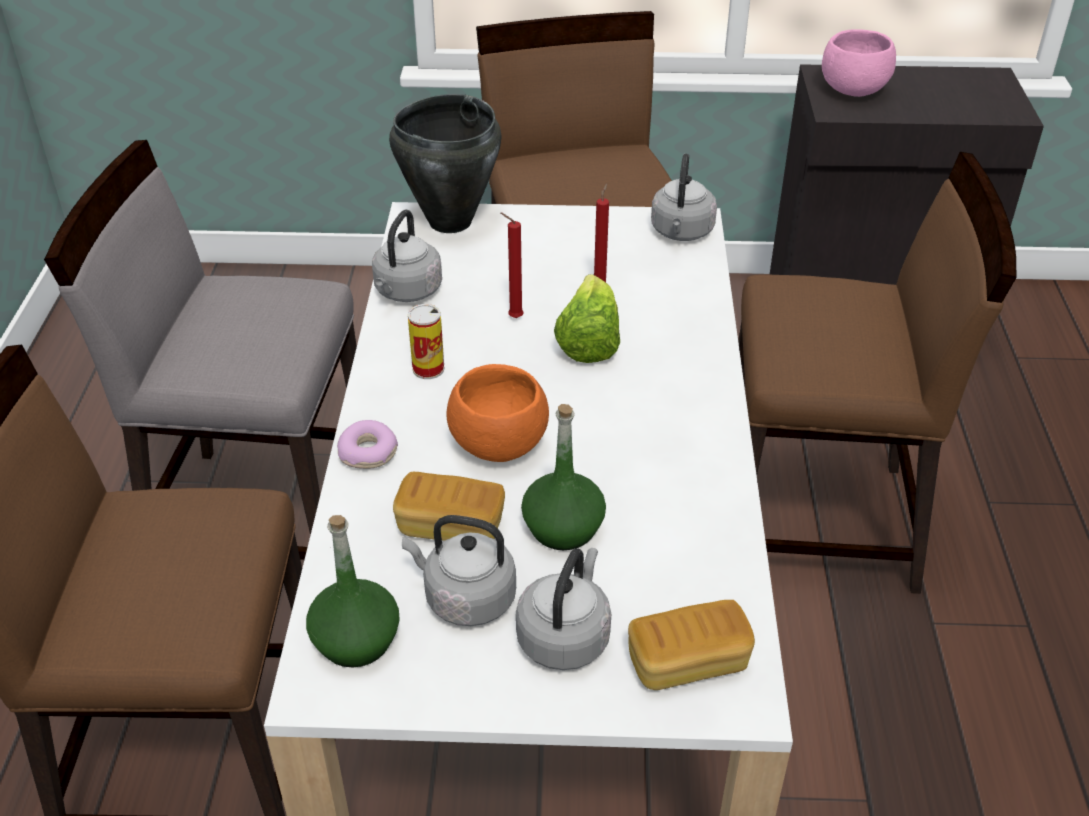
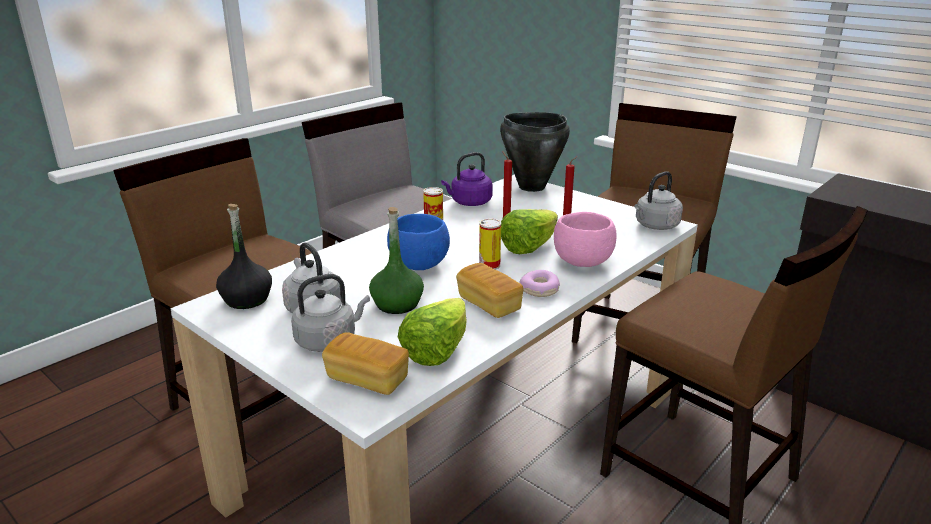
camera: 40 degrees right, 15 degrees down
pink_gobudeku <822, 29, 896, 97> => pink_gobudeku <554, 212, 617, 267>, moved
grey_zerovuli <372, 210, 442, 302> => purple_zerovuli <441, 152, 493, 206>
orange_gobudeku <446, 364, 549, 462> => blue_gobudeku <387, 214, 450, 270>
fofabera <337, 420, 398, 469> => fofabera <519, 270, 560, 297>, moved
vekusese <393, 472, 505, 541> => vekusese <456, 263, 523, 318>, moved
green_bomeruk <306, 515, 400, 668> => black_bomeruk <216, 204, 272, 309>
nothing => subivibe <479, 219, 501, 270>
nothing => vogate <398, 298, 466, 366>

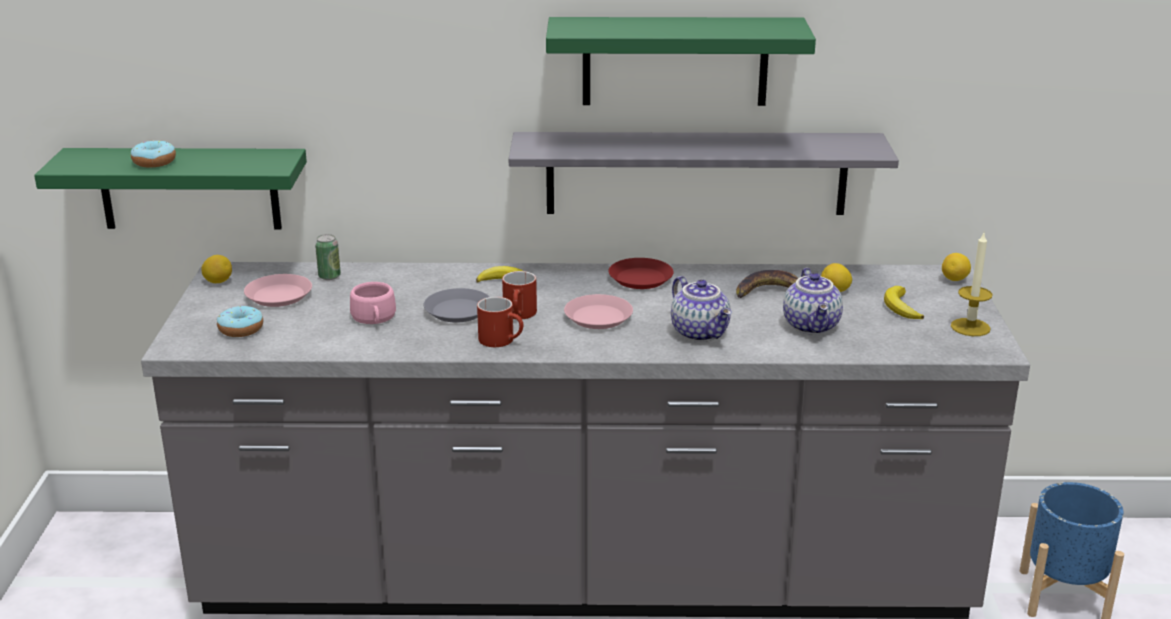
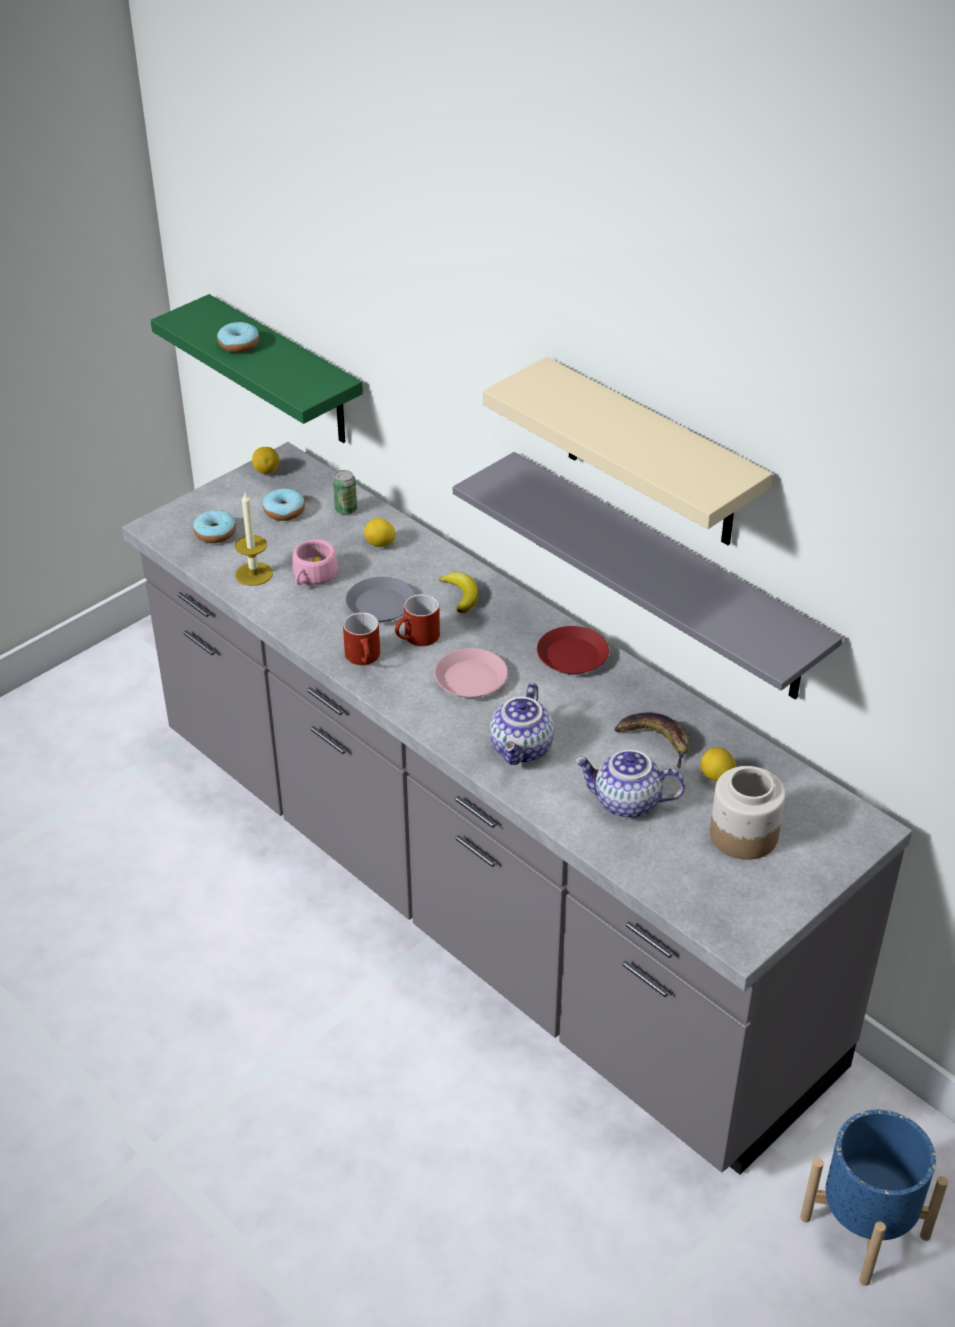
camera: 45 degrees right, 15 degrees up
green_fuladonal <546, 17, 816, 106> => beige_fuladonal <483, 357, 773, 545>
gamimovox <951, 233, 992, 336> => gamimovox <235, 493, 273, 586>, moved
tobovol <942, 253, 971, 281> => tobovol <364, 518, 396, 547>, moved
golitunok <783, 268, 843, 335> => golitunok <574, 750, 685, 818>, 60 degrees clockwise
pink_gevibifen <244, 274, 312, 307> => fofabera <263, 488, 305, 521>
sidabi <884, 286, 924, 319> => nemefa <710, 766, 785, 860>

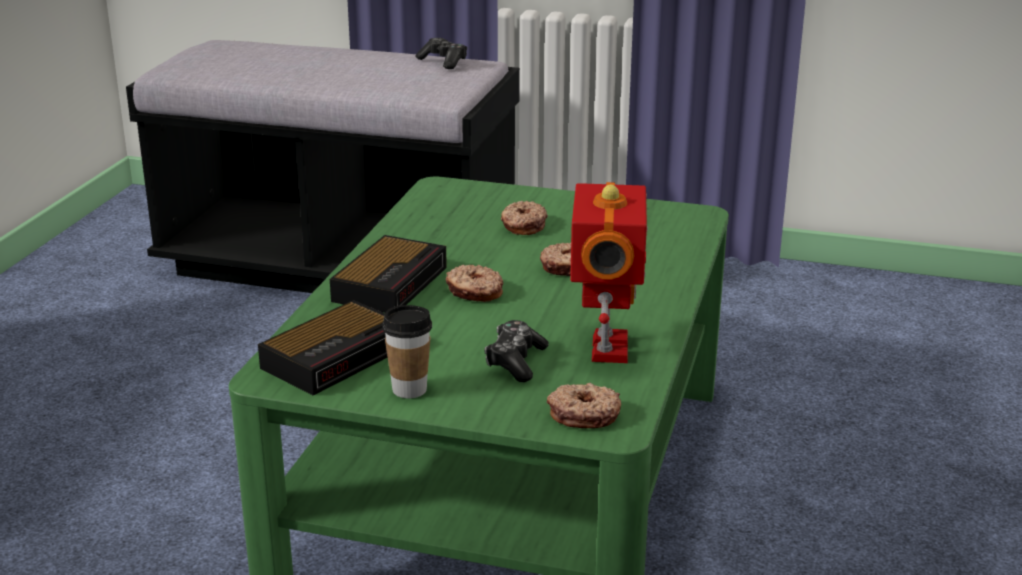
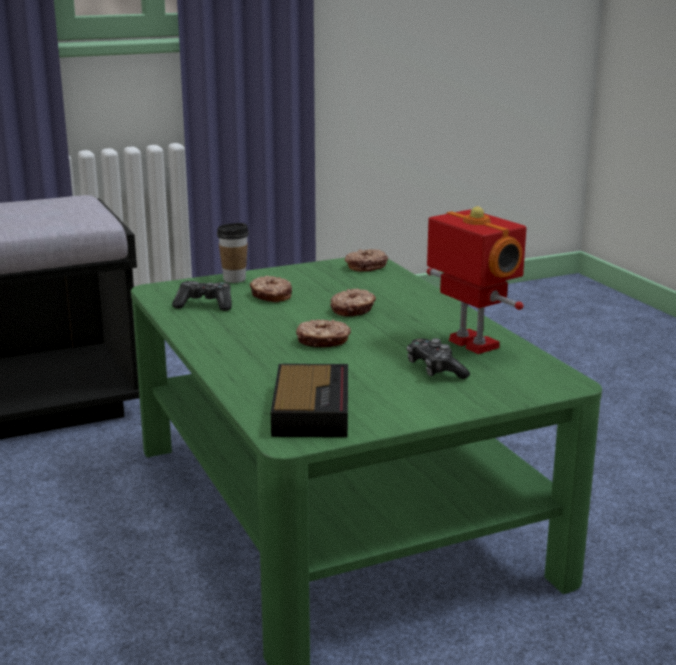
camera: 40 degrees left, 5 degrees down
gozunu <416, 38, 467, 69> => gozunu <172, 281, 232, 311>, moved
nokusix <330, 235, 447, 313> => nothing
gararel <382, 305, 432, 398> => gararel <217, 223, 249, 283>, moved
fofabera <547, 382, 621, 428> => fofabera <345, 249, 388, 272>, moved

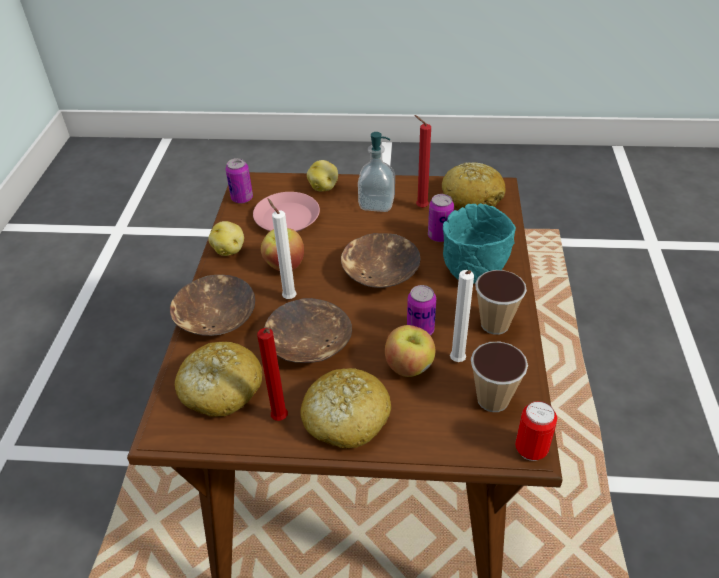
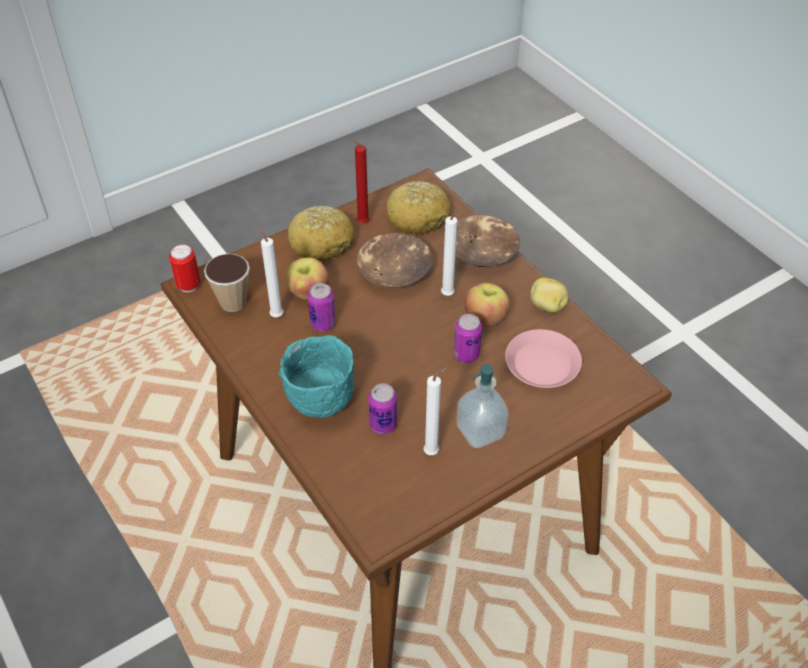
camera: 140 degrees right, 5 degrees up
red_gamimovox <414, 115, 431, 208> => white_gamimovox <424, 367, 448, 455>
subivibe <226, 158, 253, 204> => subivibe <454, 314, 482, 363>, moved
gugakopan <307, 160, 338, 191> => nothing
vekusese <442, 162, 506, 209> => nothing
brown_gobudeku <341, 233, 420, 288> => nothing
gararel <475, 270, 527, 335> => nothing

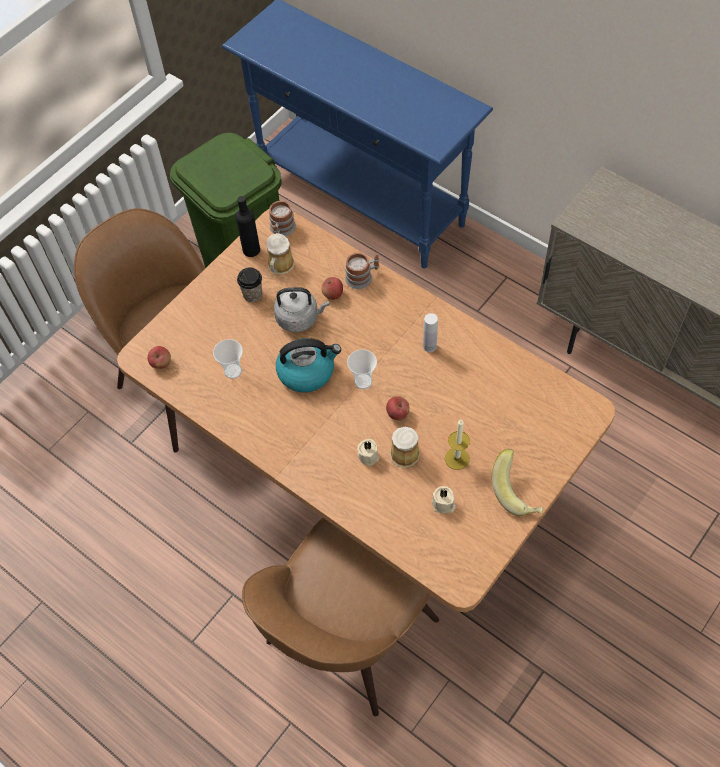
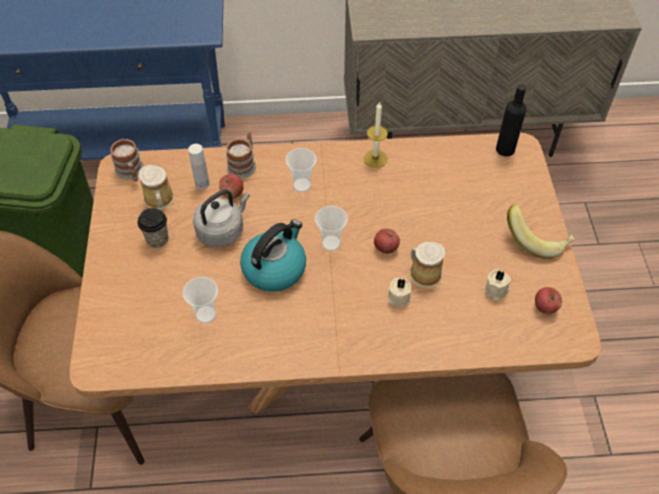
camera: 45 degrees left, 5 degrees down
black_bomeruk <236, 196, 260, 257> => black_bomeruk <496, 84, 526, 156>, moved
white_bomeruk <423, 313, 438, 352> => white_bomeruk <188, 144, 210, 189>, moved
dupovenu <148, 346, 171, 369> => dupovenu <535, 287, 562, 314>, moved
gamimovox <445, 420, 470, 470> => gamimovox <364, 101, 388, 168>, moved
nothing => gararel <285, 148, 316, 192>

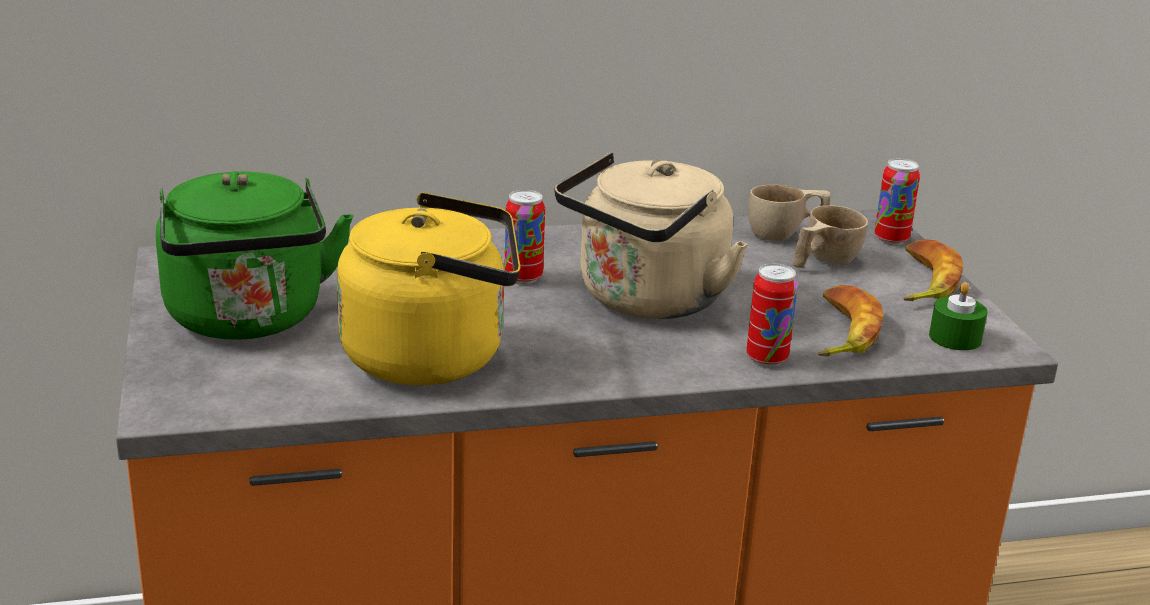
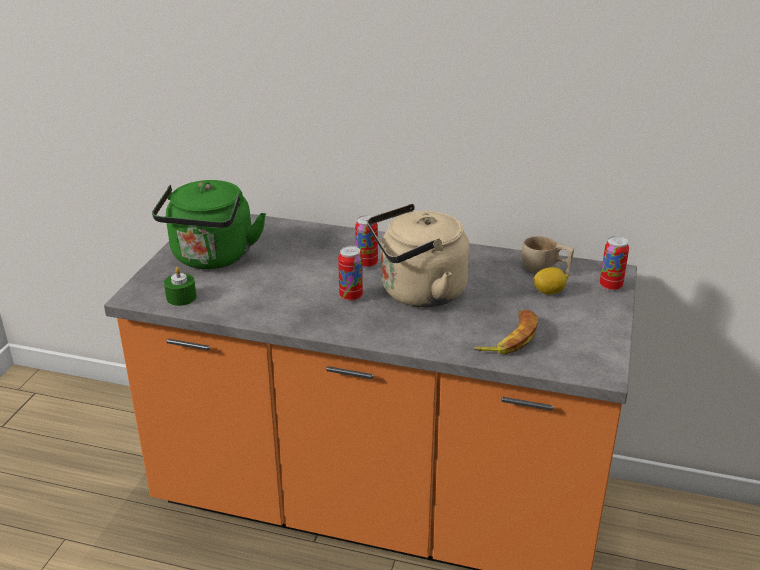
camera: 30 degrees right, 5 degrees up
yellow_zerovuli <337, 192, 520, 385> => nothing
beige_gararel <792, 205, 868, 268> => tobovol <533, 267, 569, 295>
sidabi <903, 239, 963, 301> => nothing
subivibe <746, 263, 798, 367> => subivibe <338, 246, 363, 302>, moved
green_gamimovox <929, 282, 987, 351> => green_gamimovox <164, 267, 196, 306>, moved

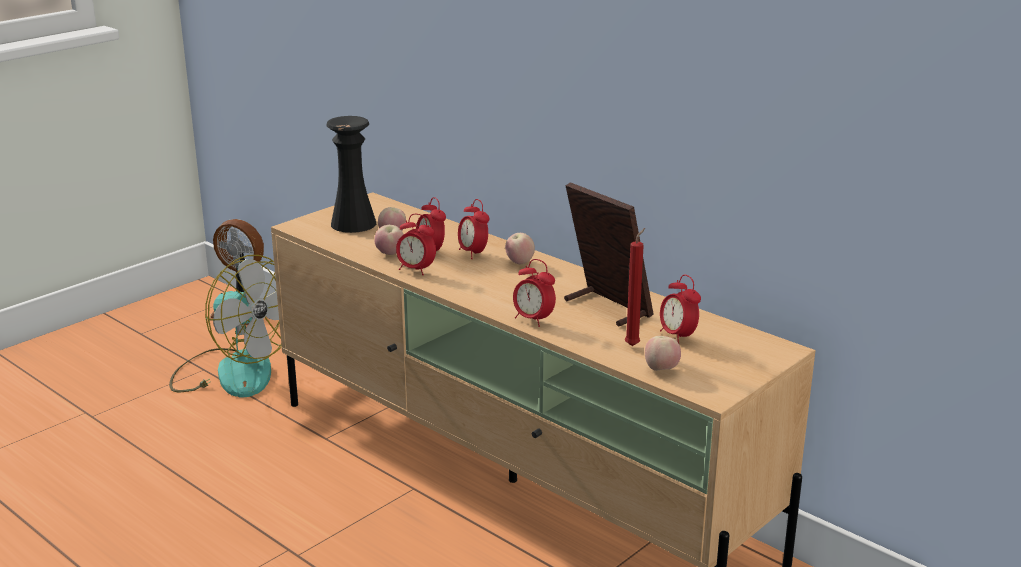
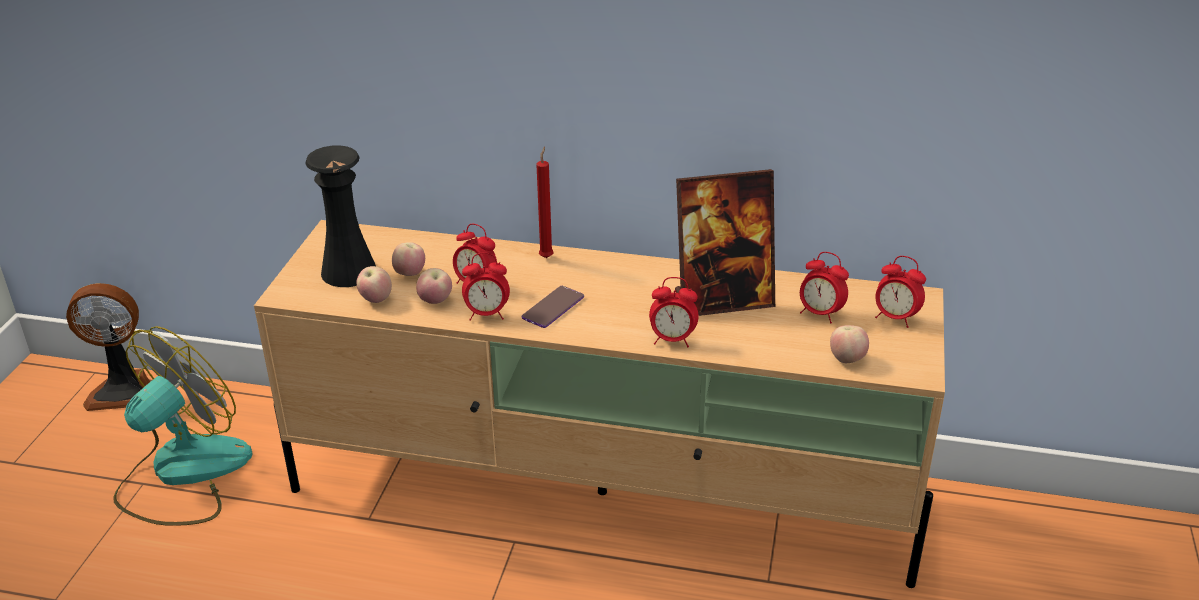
camera: 30 degrees left, 10 degrees up
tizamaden <564, 182, 654, 327> => tizamaden <675, 169, 775, 316>, 150 degrees clockwise
nokusix <458, 199, 490, 259> => nokusix <875, 256, 926, 328>, moved
red_gamimovox <625, 228, 645, 346> => red_gamimovox <537, 146, 553, 258>, moved
dupovenu <505, 233, 535, 264> => dupovenu <357, 266, 392, 303>, moved
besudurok <169, 255, 282, 397> => besudurok <113, 326, 252, 526>, 60 degrees counterclockwise
nothing => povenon <522, 286, 584, 328>

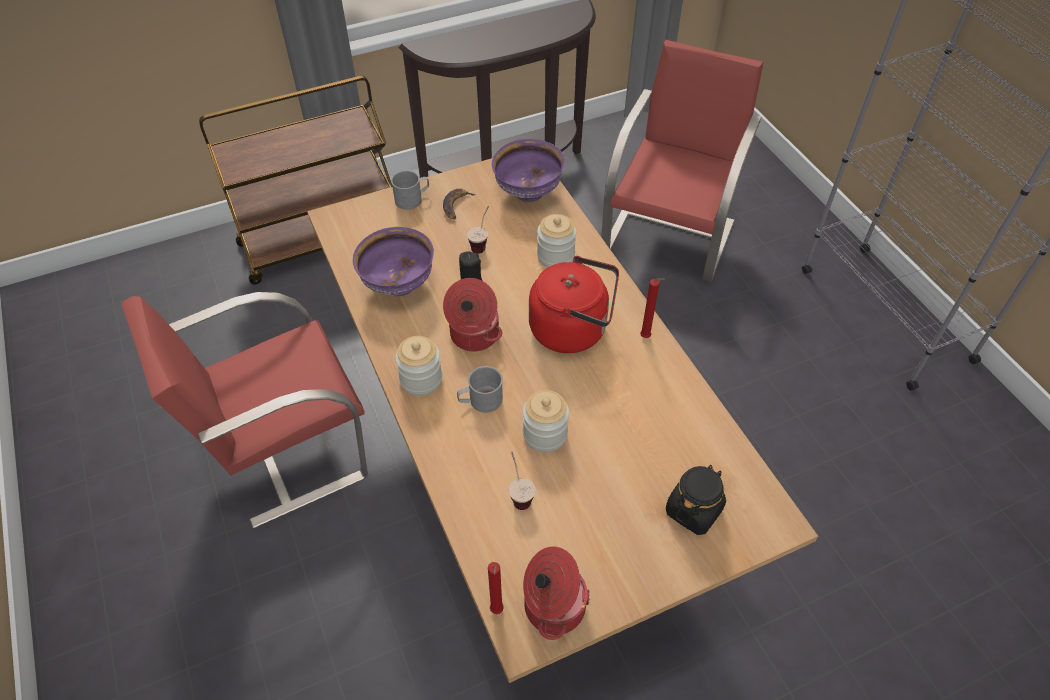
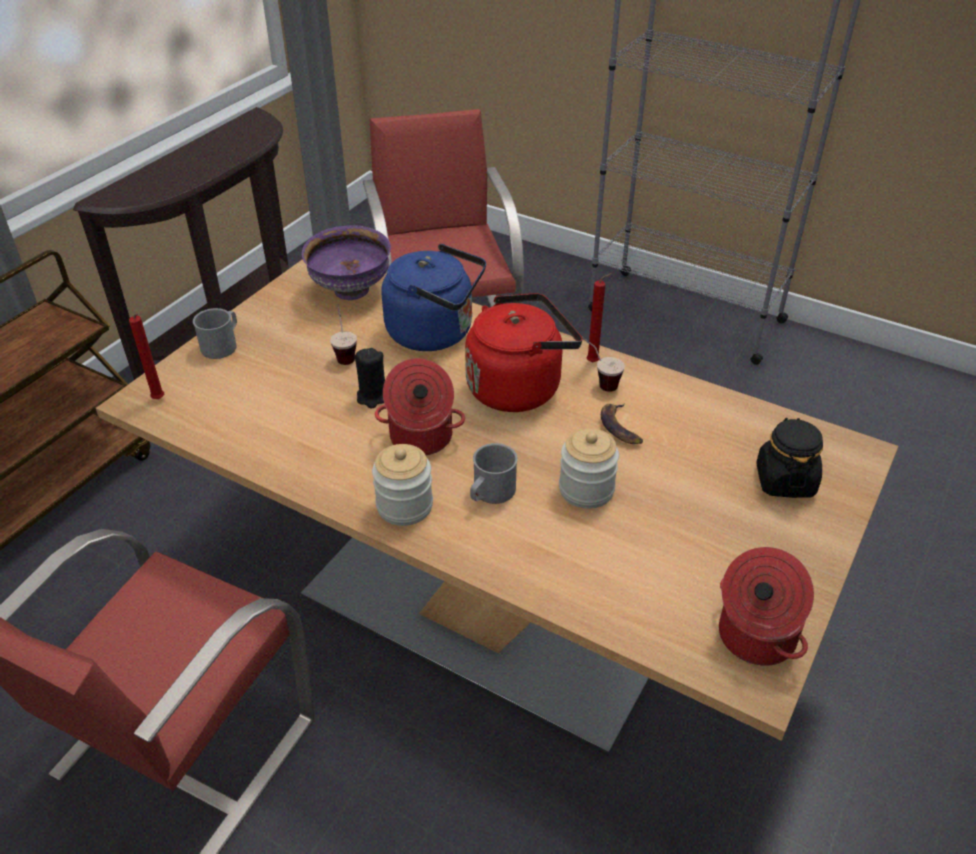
camera: 35 degrees left, 10 degrees down
sidabi <443, 188, 476, 220> => sidabi <601, 403, 643, 444>, moved
nemefa <537, 214, 576, 267> => blue_zerovuli <381, 244, 486, 351>
purple_gobudeku <353, 227, 434, 296> => nothing
gararel <509, 452, 535, 510> => gararel <582, 337, 625, 392>, moved
red_gamimovox <488, 562, 504, 614> => red_gamimovox <129, 314, 164, 399>, moved

